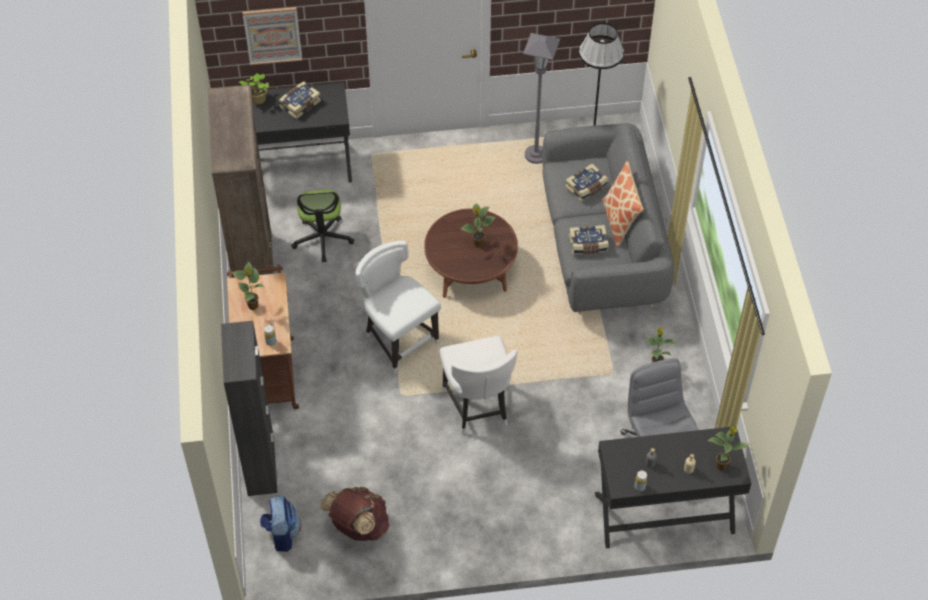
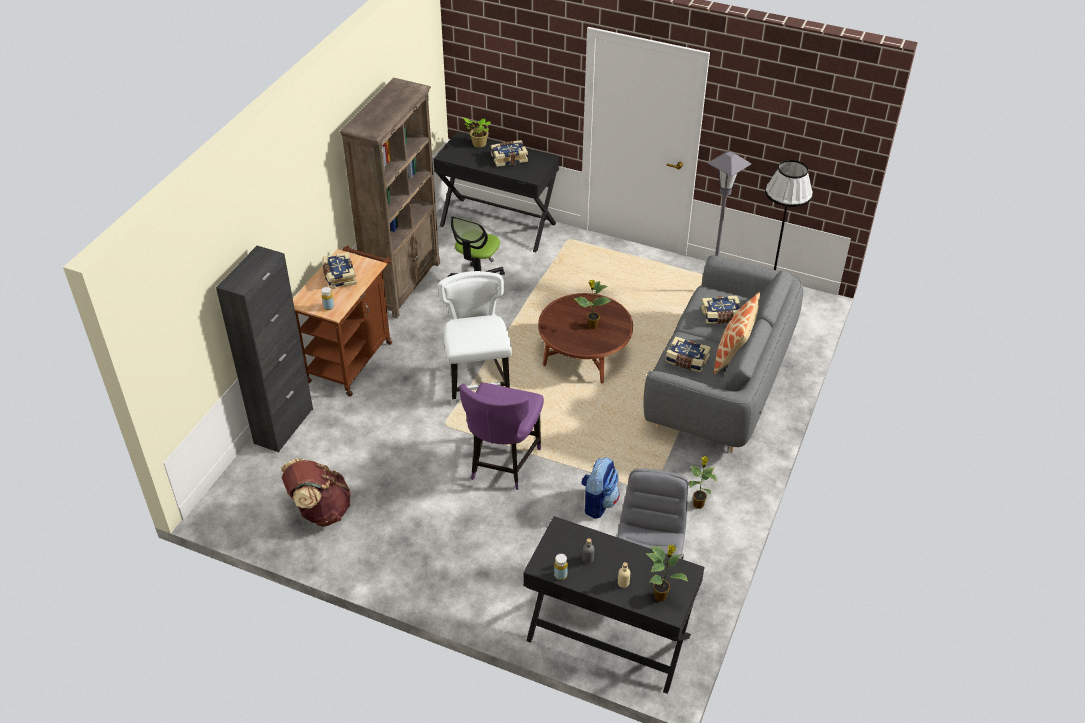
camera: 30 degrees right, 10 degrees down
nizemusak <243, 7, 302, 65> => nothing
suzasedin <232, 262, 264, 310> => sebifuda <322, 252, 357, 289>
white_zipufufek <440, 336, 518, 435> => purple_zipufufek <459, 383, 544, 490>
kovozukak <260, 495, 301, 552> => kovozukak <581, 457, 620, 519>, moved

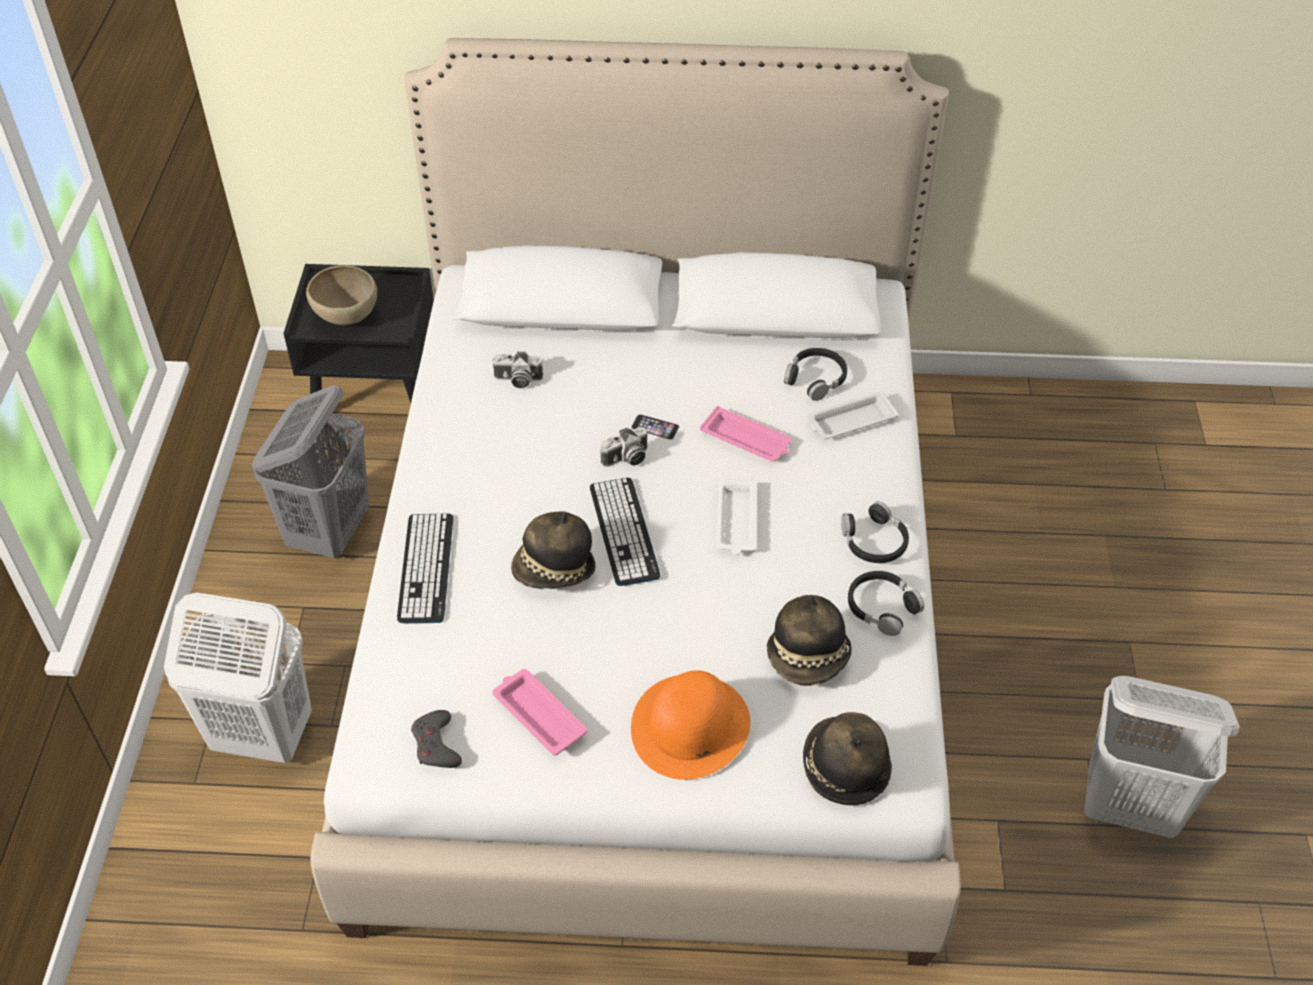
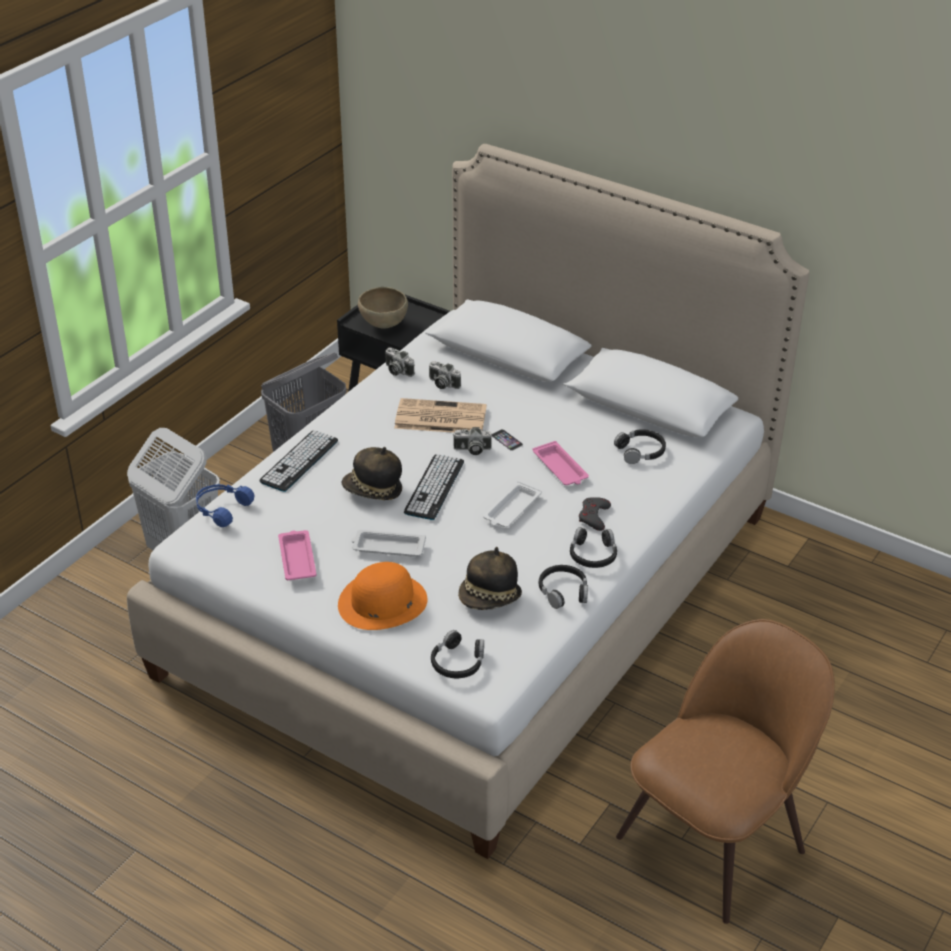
camera: 30 degrees right, 10 degrees down
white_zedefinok <808, 391, 899, 440> => white_zedefinok <351, 530, 426, 557>, moved
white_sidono <1084, 676, 1240, 838> => brown_zipufufek <616, 619, 835, 924>
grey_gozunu <411, 710, 462, 768> => grey_gozunu <579, 497, 611, 531>, moved
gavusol <803, 712, 892, 805> => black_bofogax <431, 630, 484, 678>
nothing => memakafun <386, 347, 415, 377>
nothing => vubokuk <394, 398, 487, 433>
nothing => blue_bofogax <196, 484, 255, 527>

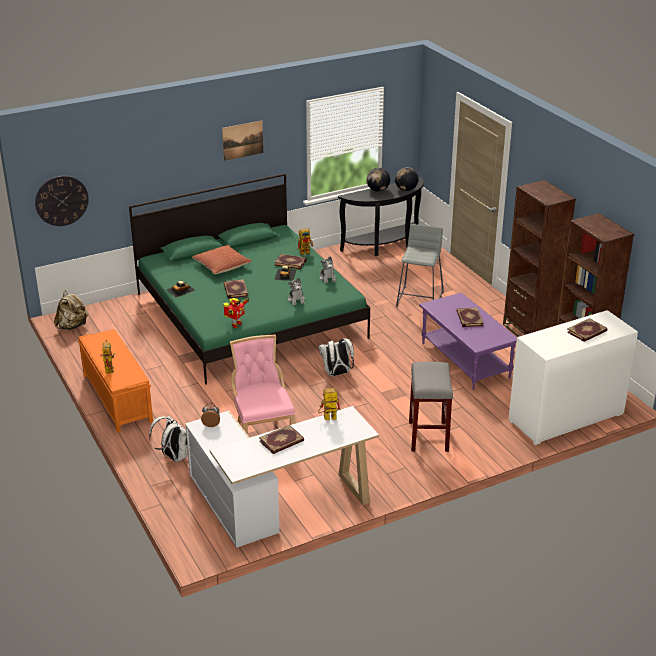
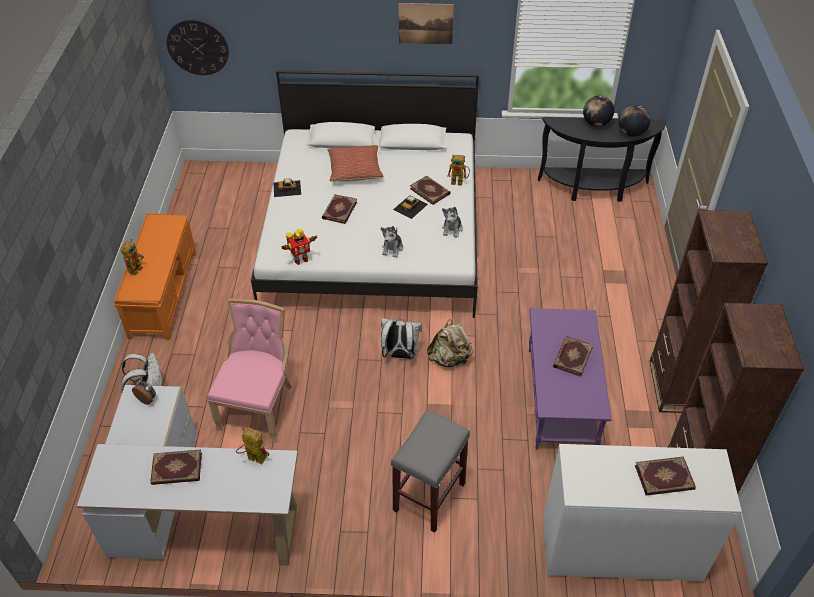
camera: 30 degrees right, 15 degrees up
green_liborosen <129, 173, 370, 385> => white_liborosen <251, 70, 479, 318>
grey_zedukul <396, 224, 443, 306> => nothing
beige_kovozukak <54, 291, 88, 330> => beige_kovozukak <427, 319, 473, 367>, moved

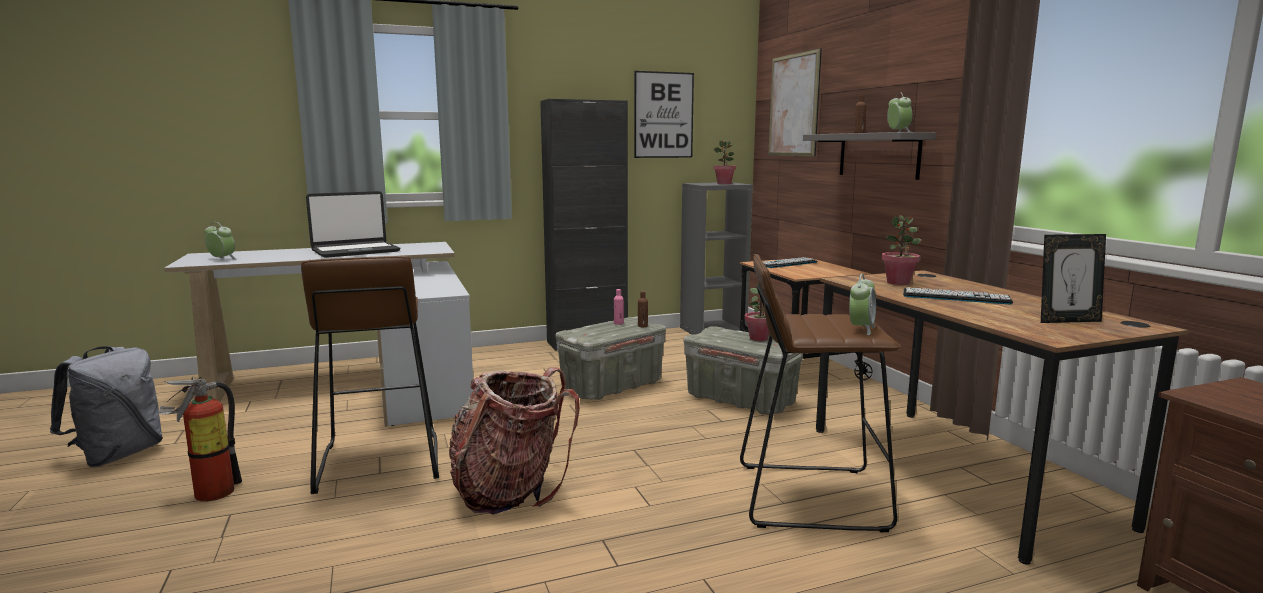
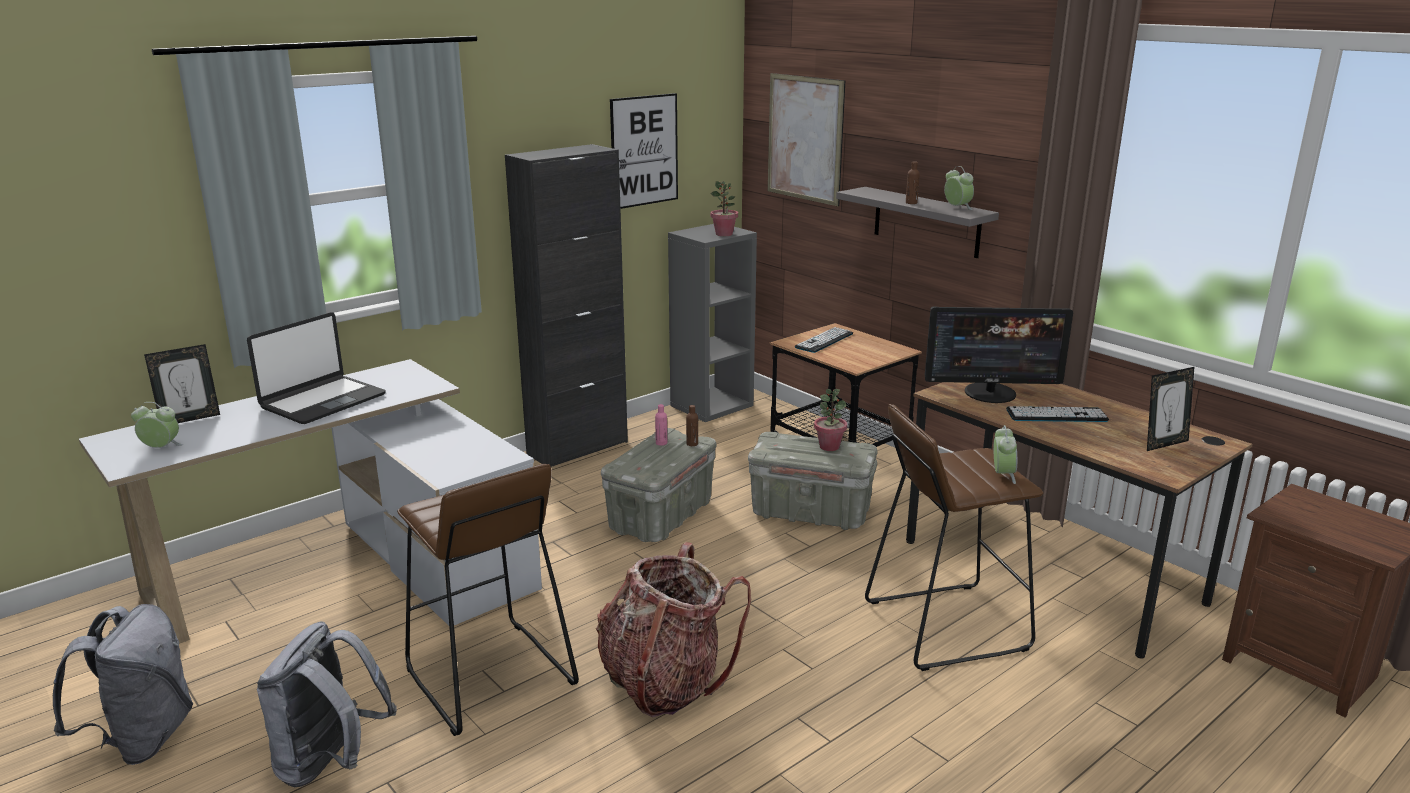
camera: 20 degrees left, 10 degrees up
suzasedin <881, 215, 921, 285> => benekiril <924, 306, 1073, 403>
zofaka <159, 376, 242, 501> => grey_kovozukak <257, 621, 397, 787>
nothing => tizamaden <144, 344, 220, 423>

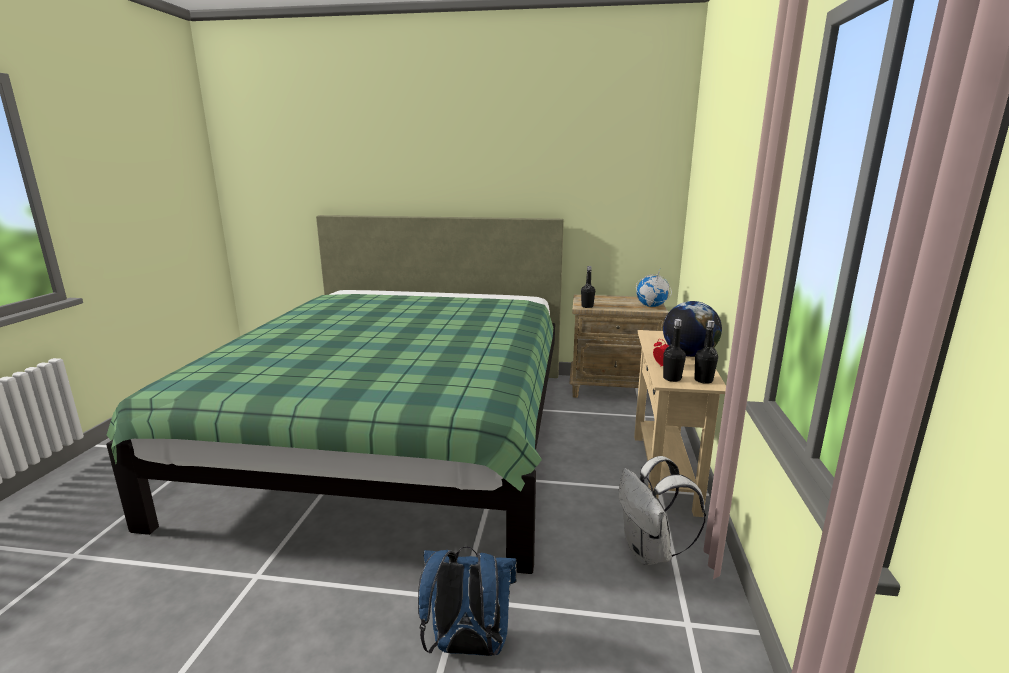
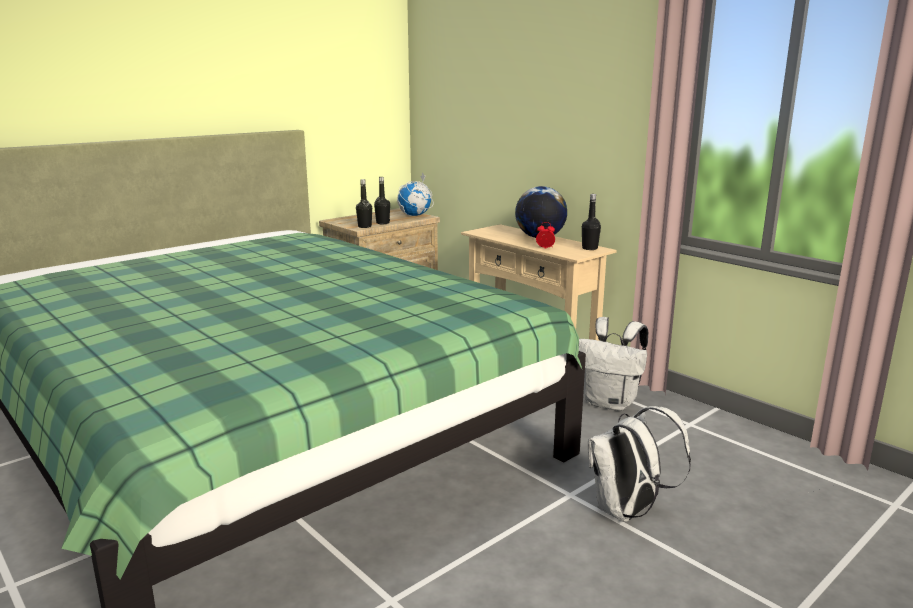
camera: 50 degrees left, 0 degrees up
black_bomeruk <663, 319, 686, 382> => black_bomeruk <374, 177, 390, 224>, moved
blue_kovozukak <418, 546, 517, 656> => white_kovozukak <588, 406, 691, 522>

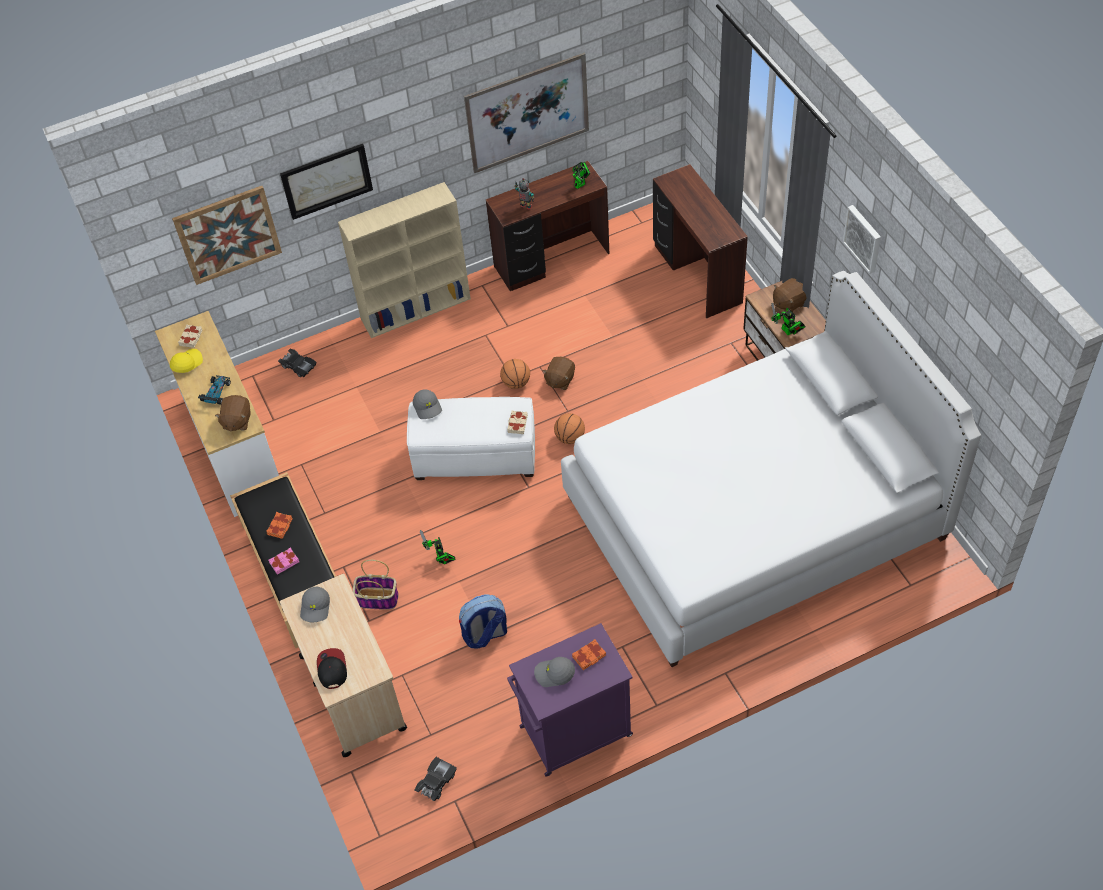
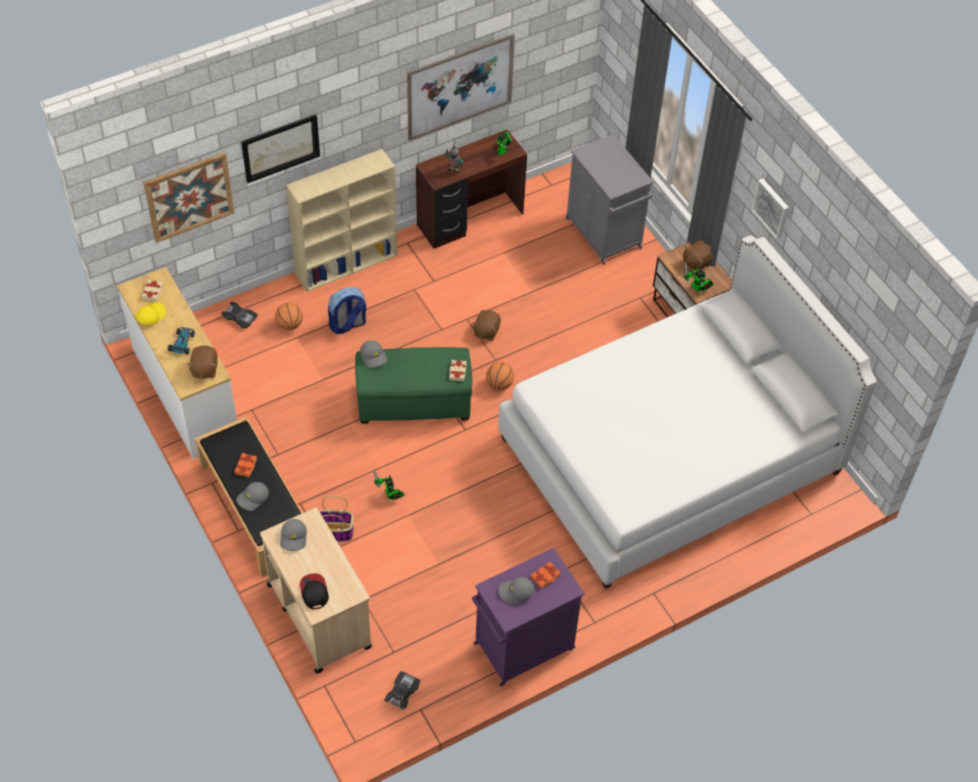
camera: 10 degrees left, 0 degrees up
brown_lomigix <653, 164, 748, 318> => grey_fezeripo <566, 134, 653, 265>
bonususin <500, 359, 530, 389> => bonususin <275, 303, 303, 330>, moved
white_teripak <407, 397, 535, 480> => green_teripak <355, 347, 472, 424>
pink_sebifuda <269, 547, 299, 575> => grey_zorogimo <237, 482, 269, 511>
kovozukak <459, 594, 507, 649> => kovozukak <328, 287, 366, 334>, moved

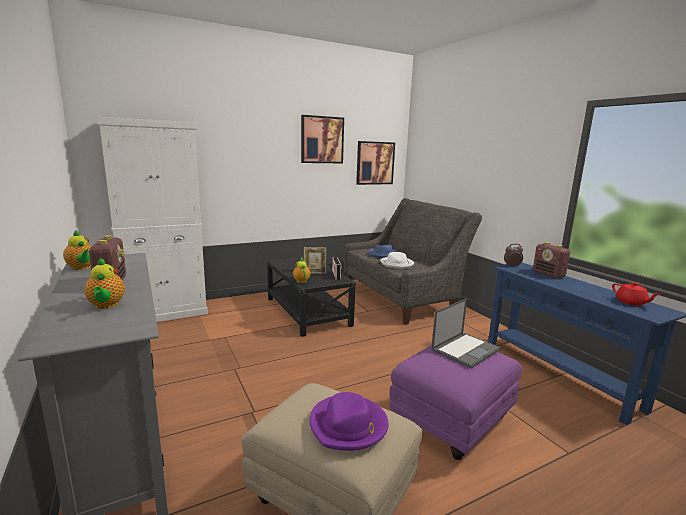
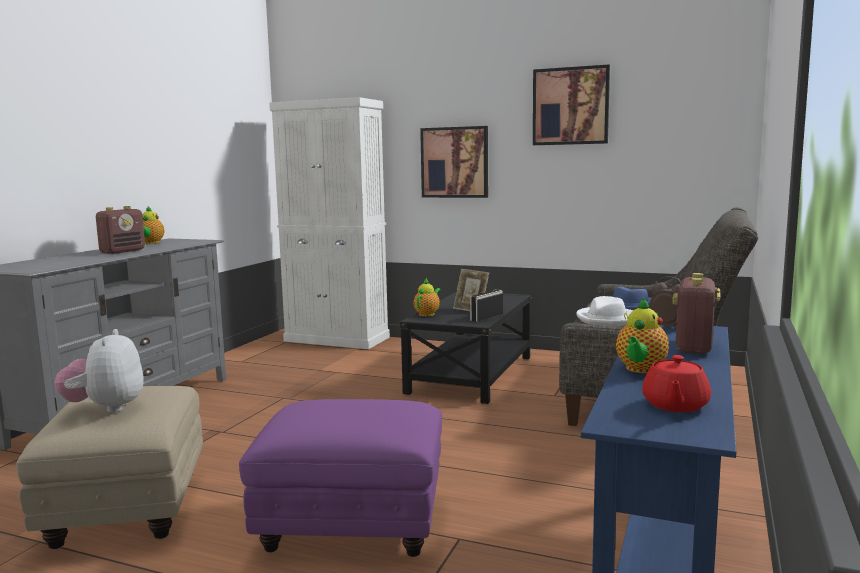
camera: 50 degrees right, 5 degrees down
nizemusak <356, 141, 395, 185> => nizemusak <420, 126, 488, 198>, moved
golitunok <85, 258, 125, 309> => golitunok <616, 298, 669, 373>, moved
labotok <431, 298, 501, 369> => nothing
purple_gavusol <309, 392, 389, 451> => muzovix <55, 329, 144, 413>

